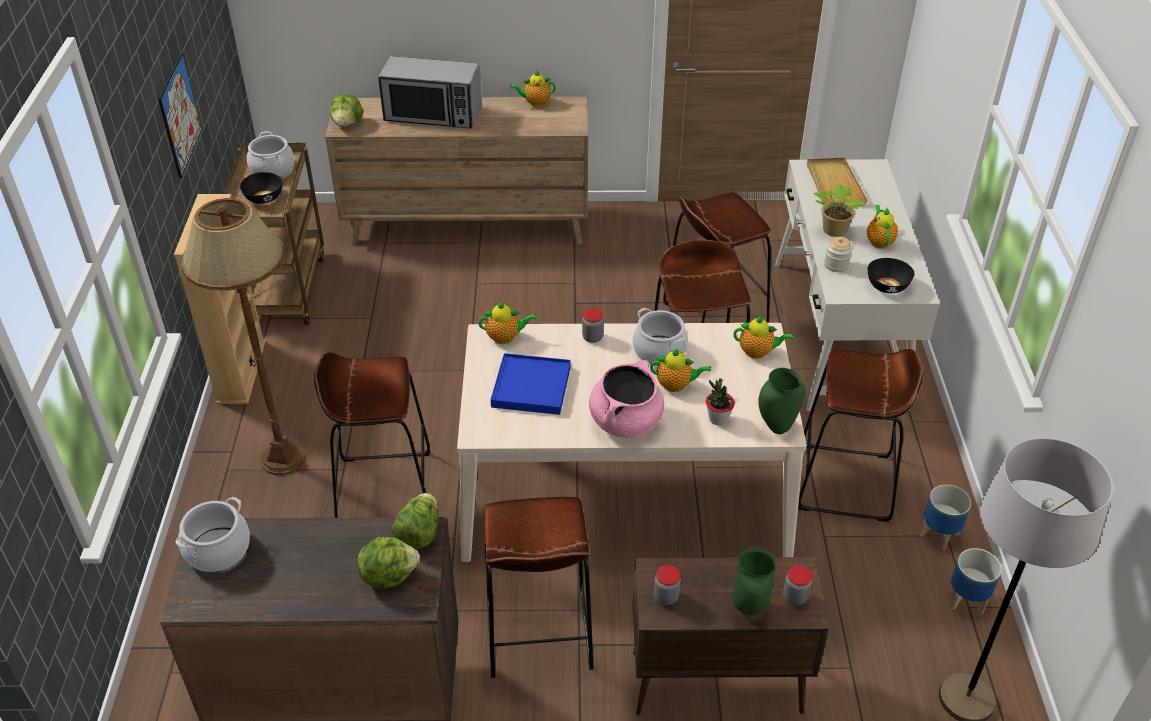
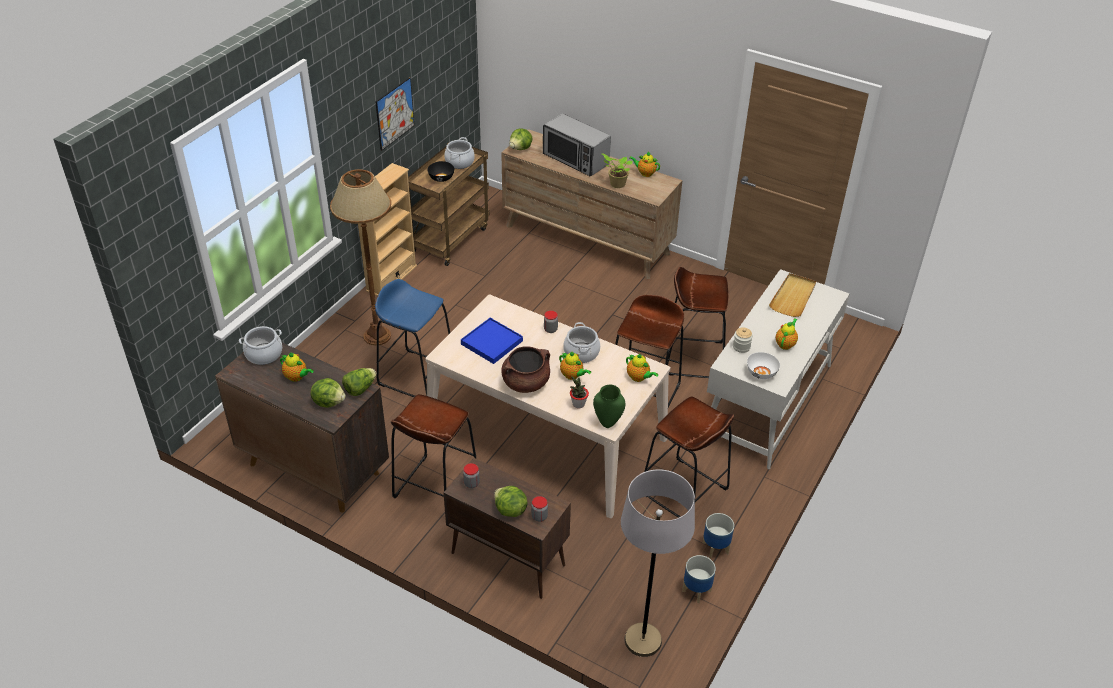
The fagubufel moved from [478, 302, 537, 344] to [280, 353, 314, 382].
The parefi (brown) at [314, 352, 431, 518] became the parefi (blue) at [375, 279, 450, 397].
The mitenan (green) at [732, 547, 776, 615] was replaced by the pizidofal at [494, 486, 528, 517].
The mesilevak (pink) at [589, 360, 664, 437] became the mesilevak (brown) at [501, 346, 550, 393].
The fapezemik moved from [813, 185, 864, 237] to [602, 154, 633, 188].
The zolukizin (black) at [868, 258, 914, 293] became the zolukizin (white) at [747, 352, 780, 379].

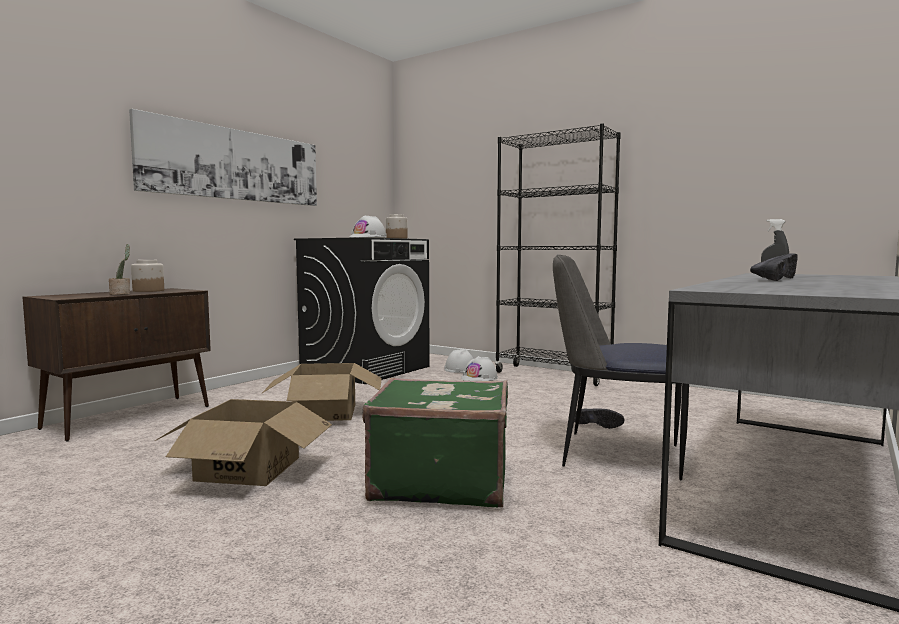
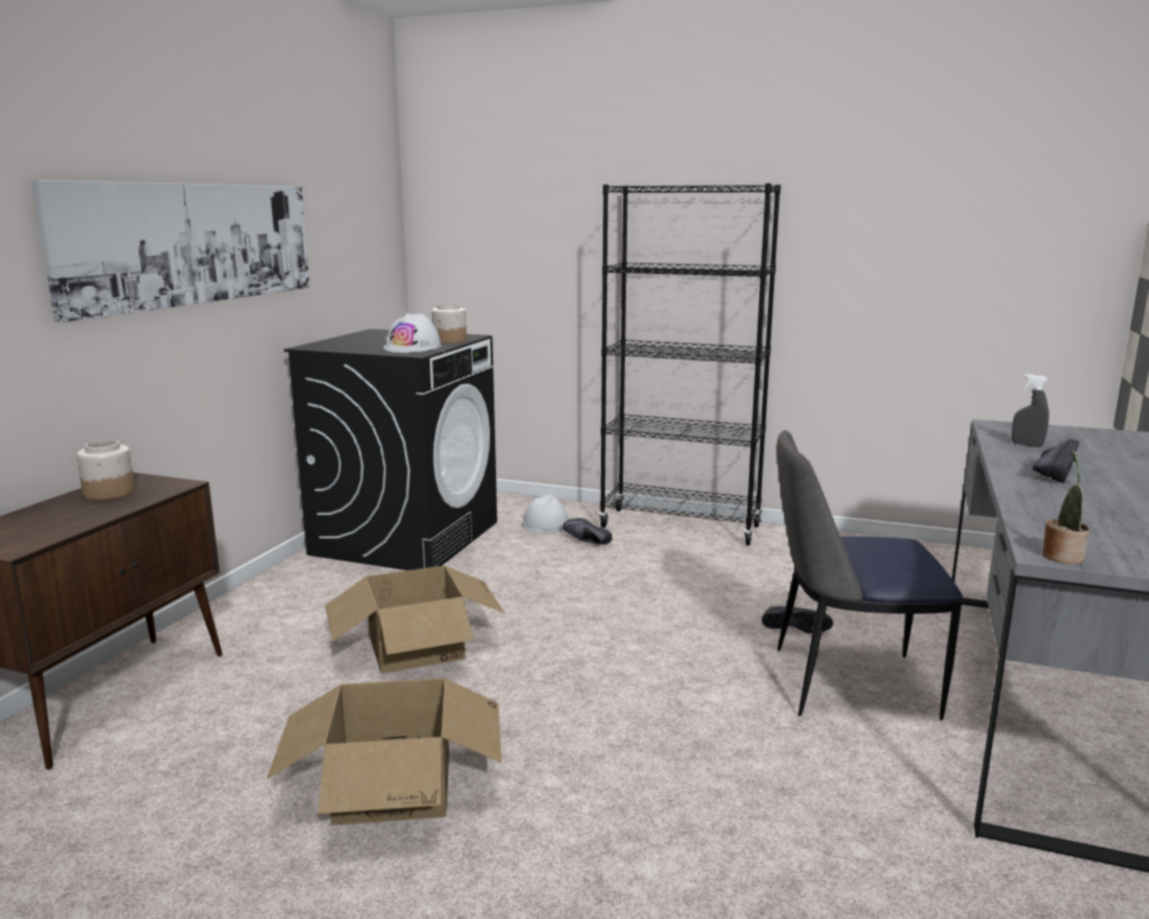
The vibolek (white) at [461, 356, 498, 381] was replaced by the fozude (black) at [563, 518, 612, 545].
The fapezemik moved from [109, 244, 130, 295] to [1042, 449, 1090, 564].
The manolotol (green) at [362, 378, 508, 507] disappeared.

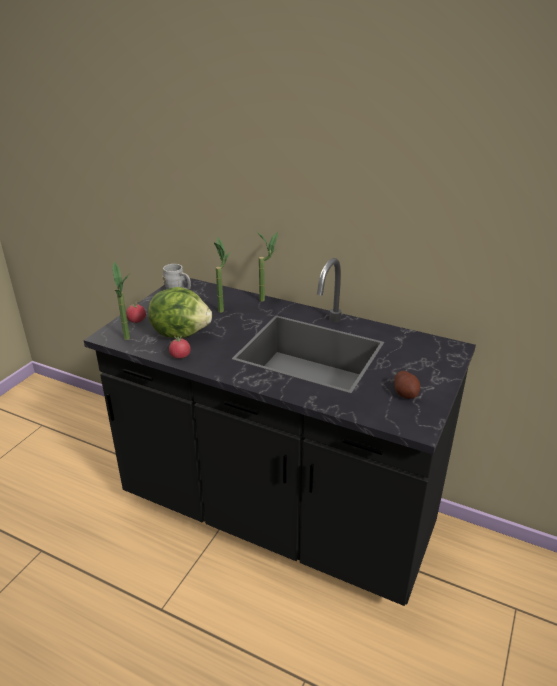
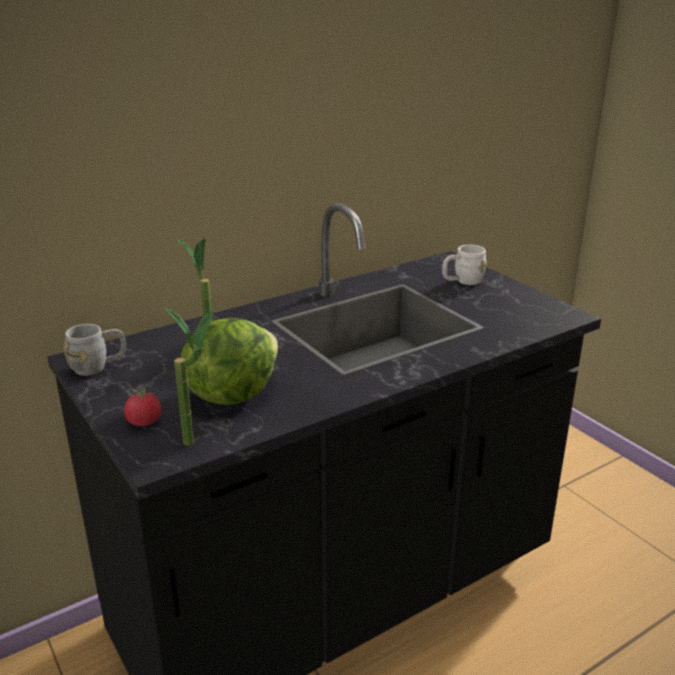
The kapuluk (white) at [442, 245, 487, 285] appeared.
The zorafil at [169, 336, 191, 359] disappeared.
The fapezemik at [256, 231, 278, 302] disappeared.
The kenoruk at [395, 371, 420, 399] disappeared.

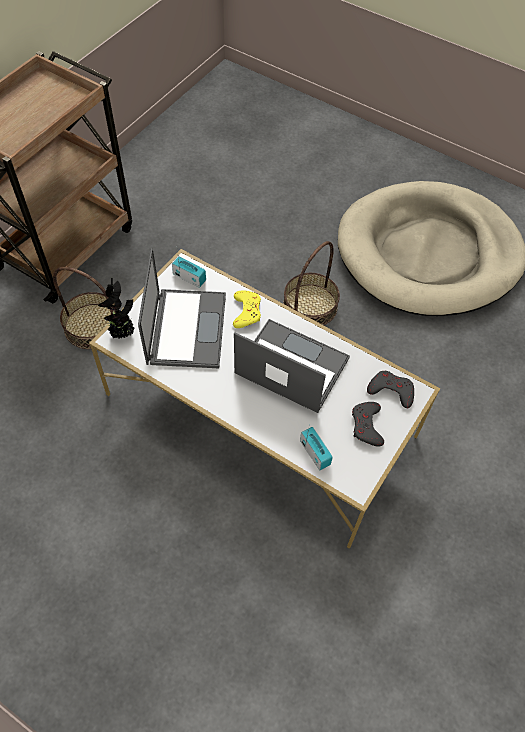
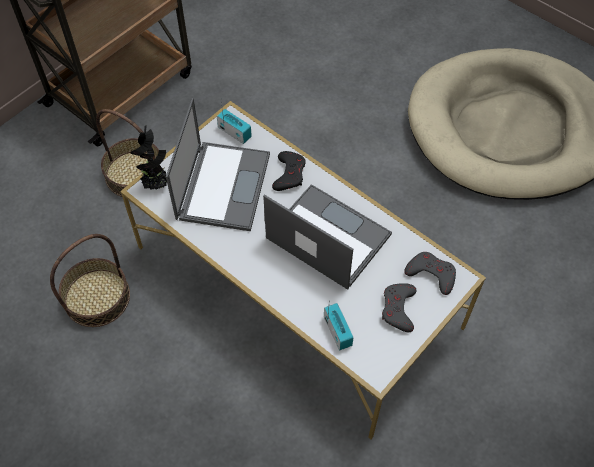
The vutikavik moved from [283, 241, 340, 325] to [50, 234, 130, 327].
The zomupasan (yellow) at [233, 290, 261, 328] became the zomupasan (black) at [272, 151, 306, 191].

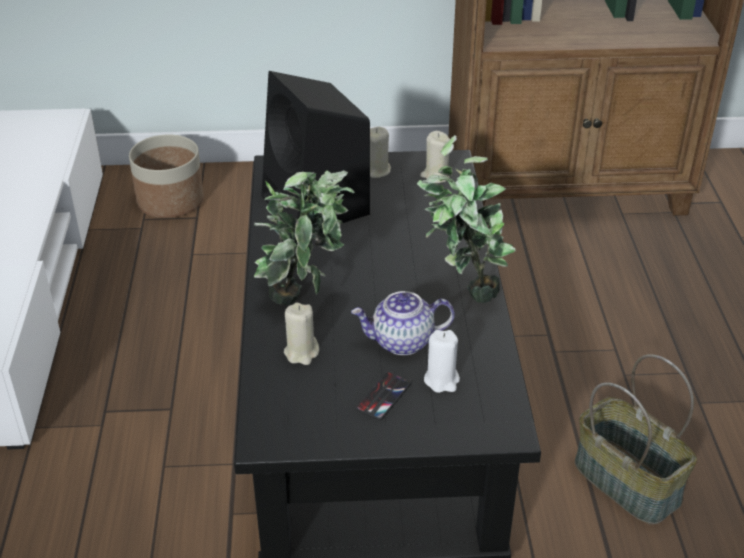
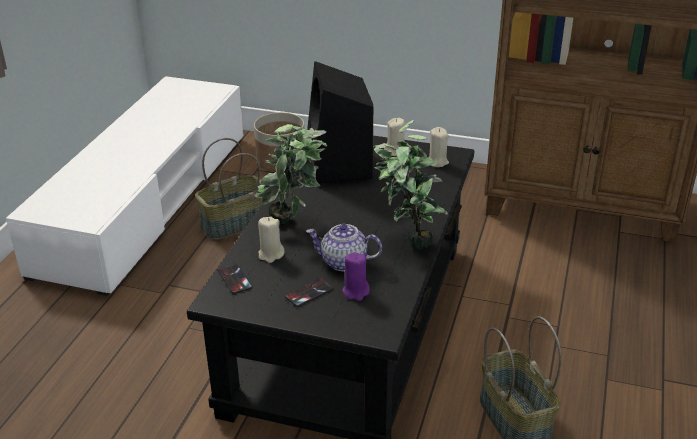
The vutikavik at [195, 138, 262, 240] appeared.
The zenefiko at [217, 263, 253, 294] appeared.
The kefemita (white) at [424, 330, 460, 393] became the kefemita (purple) at [342, 252, 370, 301].

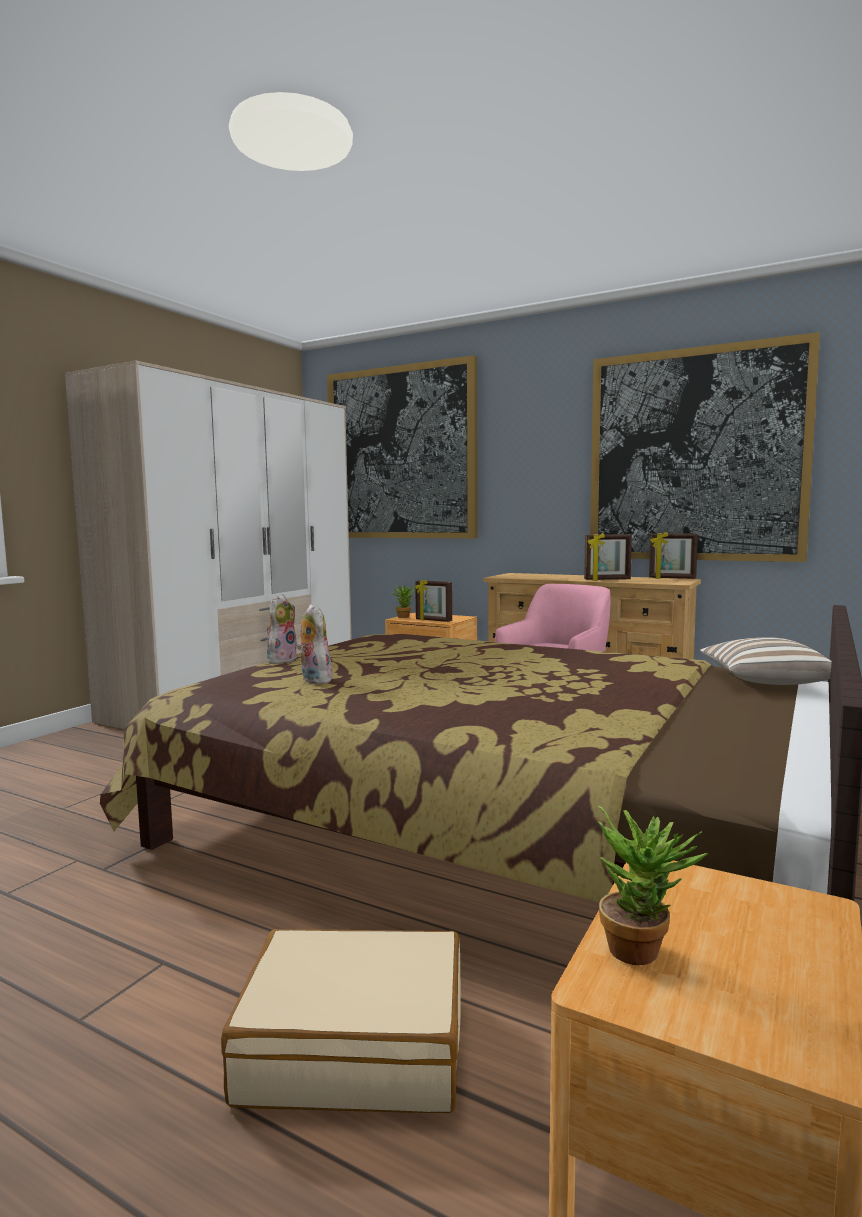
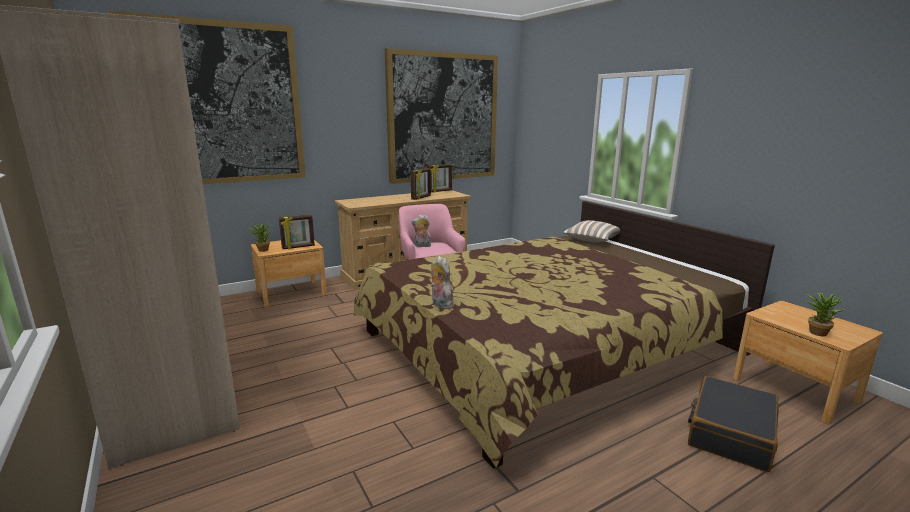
The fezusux moved from [296, 604, 332, 684] to [411, 215, 431, 247].
The manolotol (beige) at [221, 929, 461, 1113] became the manolotol (black) at [688, 376, 779, 472].

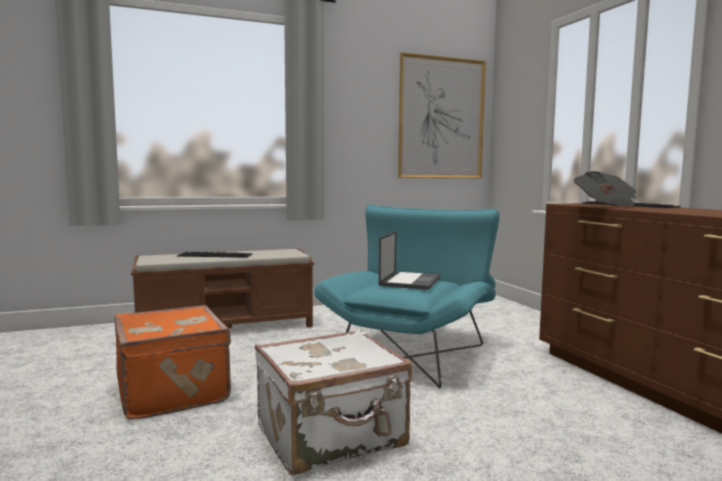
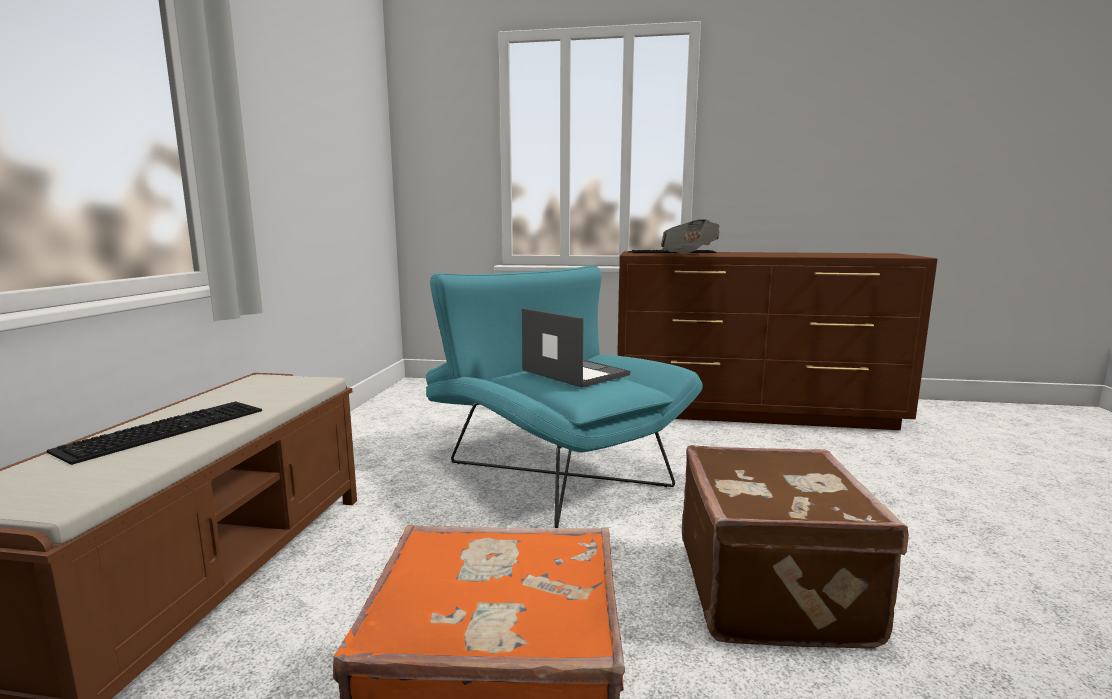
The manolotol (white) at [255, 330, 412, 475] became the manolotol (brown) at [682, 445, 909, 648].
The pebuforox at [398, 52, 486, 178] disappeared.

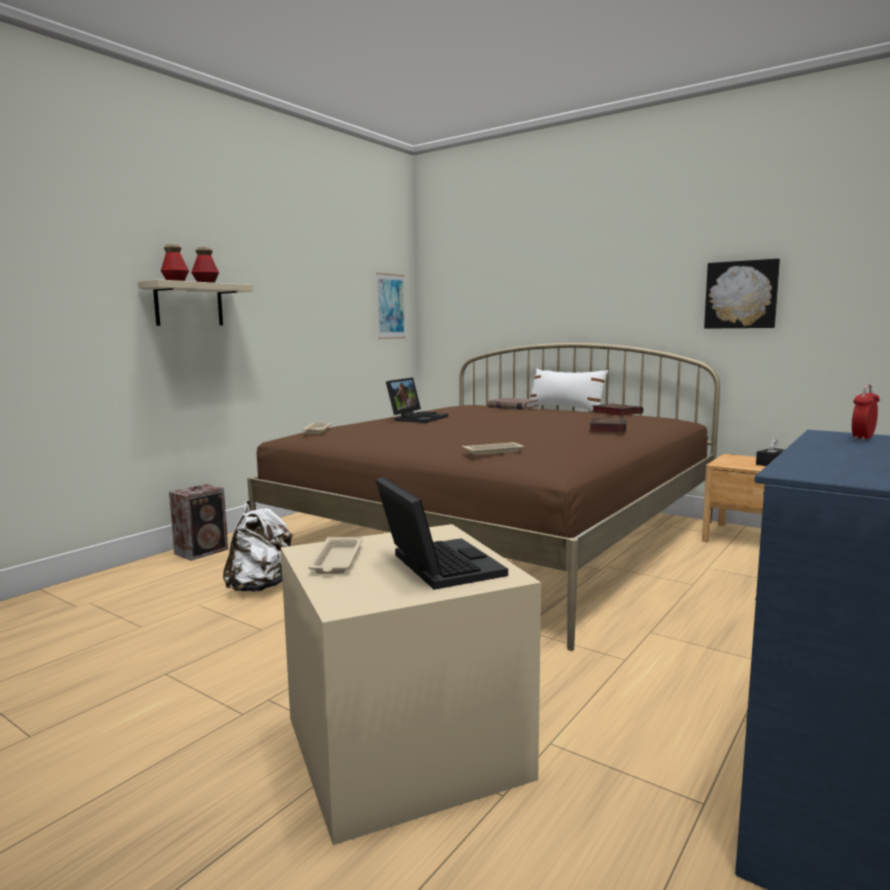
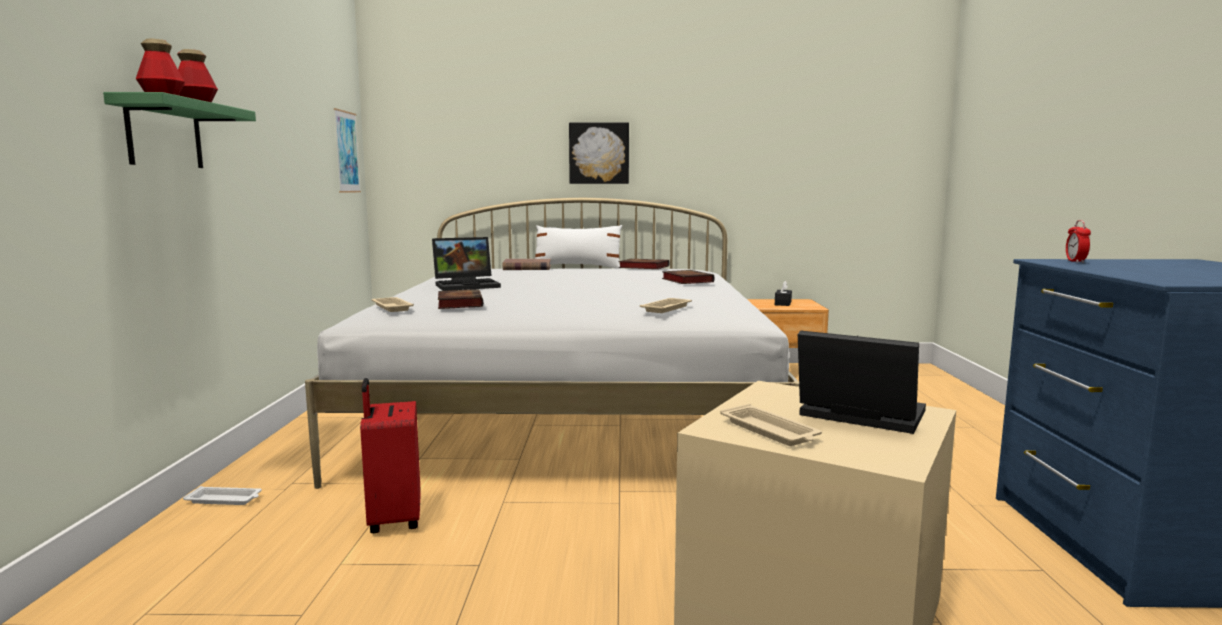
The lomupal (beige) at [137, 279, 253, 326] became the lomupal (green) at [103, 92, 256, 168].
The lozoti at [169, 484, 228, 561] was replaced by the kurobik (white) at [183, 486, 262, 505].
The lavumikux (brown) at [247, 343, 720, 651] became the lavumikux (white) at [305, 198, 799, 489].
The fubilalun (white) at [223, 500, 293, 592] was replaced by the manolotol (red) at [360, 378, 421, 533].
The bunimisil at [386, 377, 448, 423] turned 75 degrees clockwise.
The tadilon at [438, 289, 483, 309] appeared.
The pebuforox moved from [704, 258, 780, 329] to [569, 122, 629, 184].

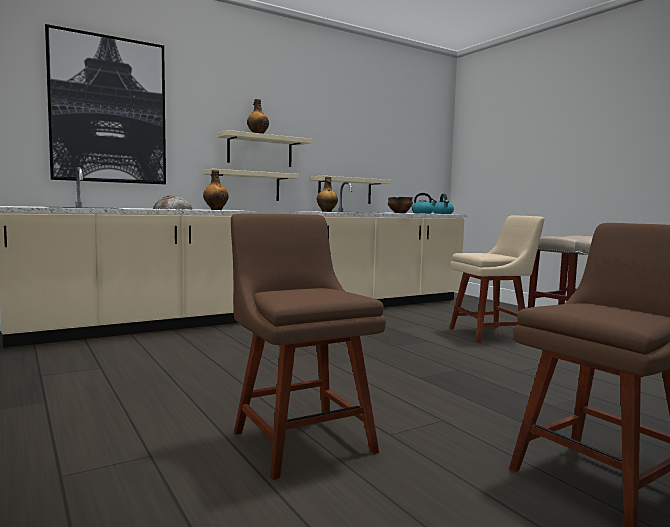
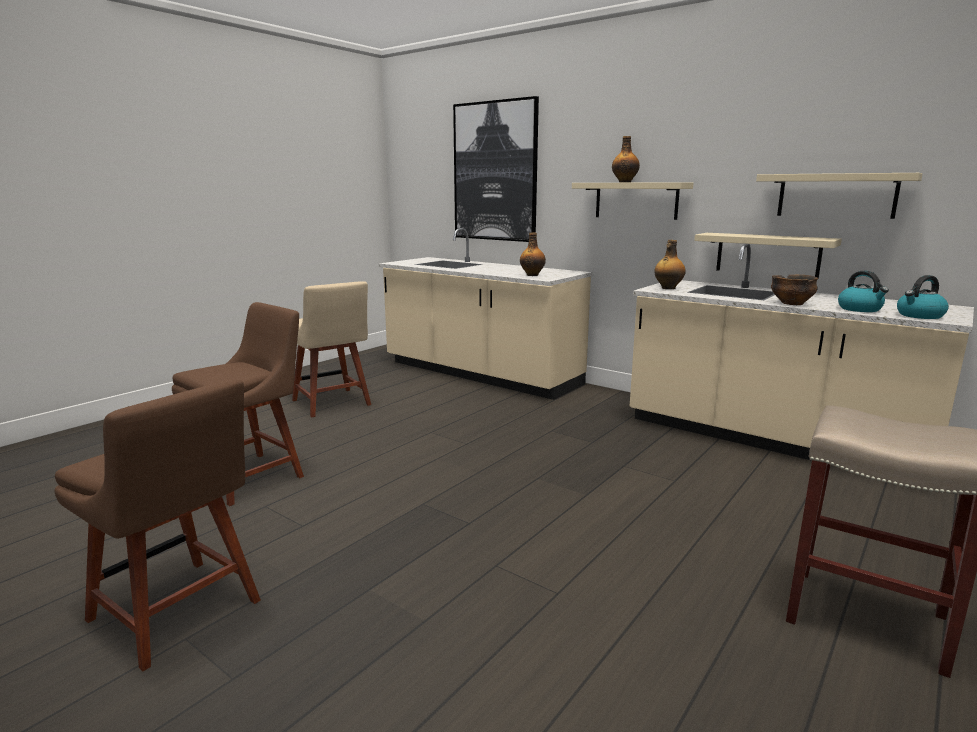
The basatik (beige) moved from [450, 215, 545, 343] to [292, 281, 371, 418].
The lomupal (beige) moved from [203, 169, 299, 201] to [756, 173, 923, 219].
The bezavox at [153, 196, 193, 210] disappeared.

